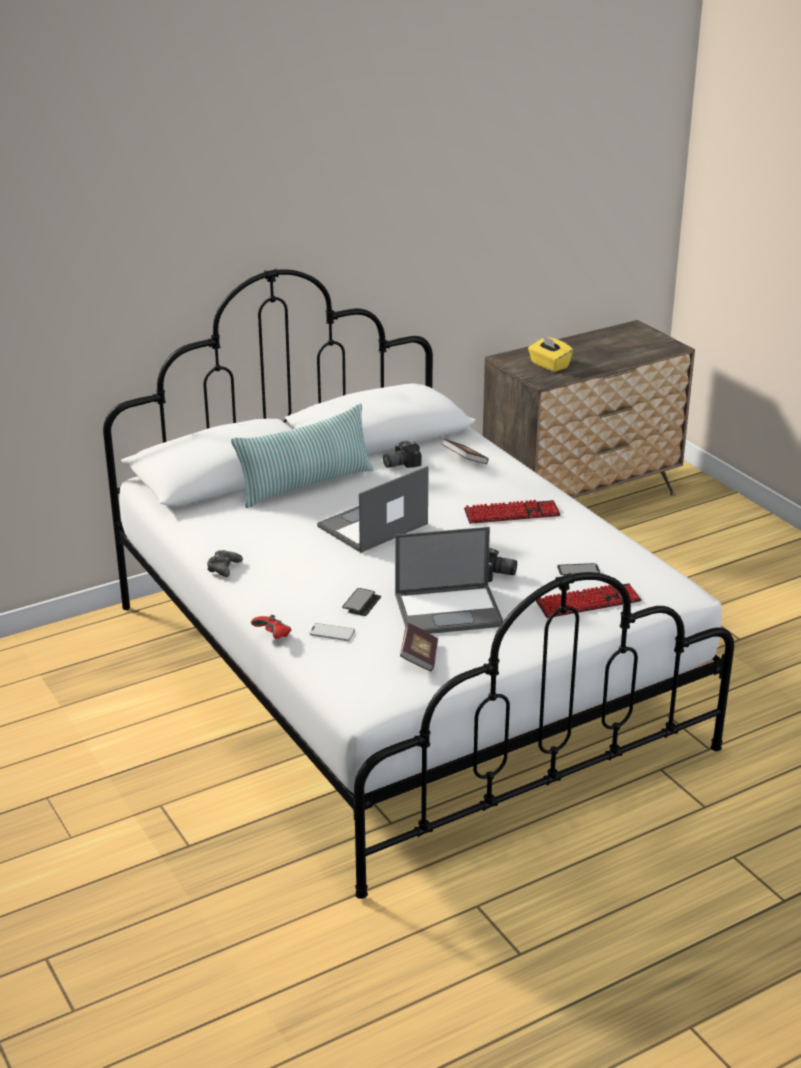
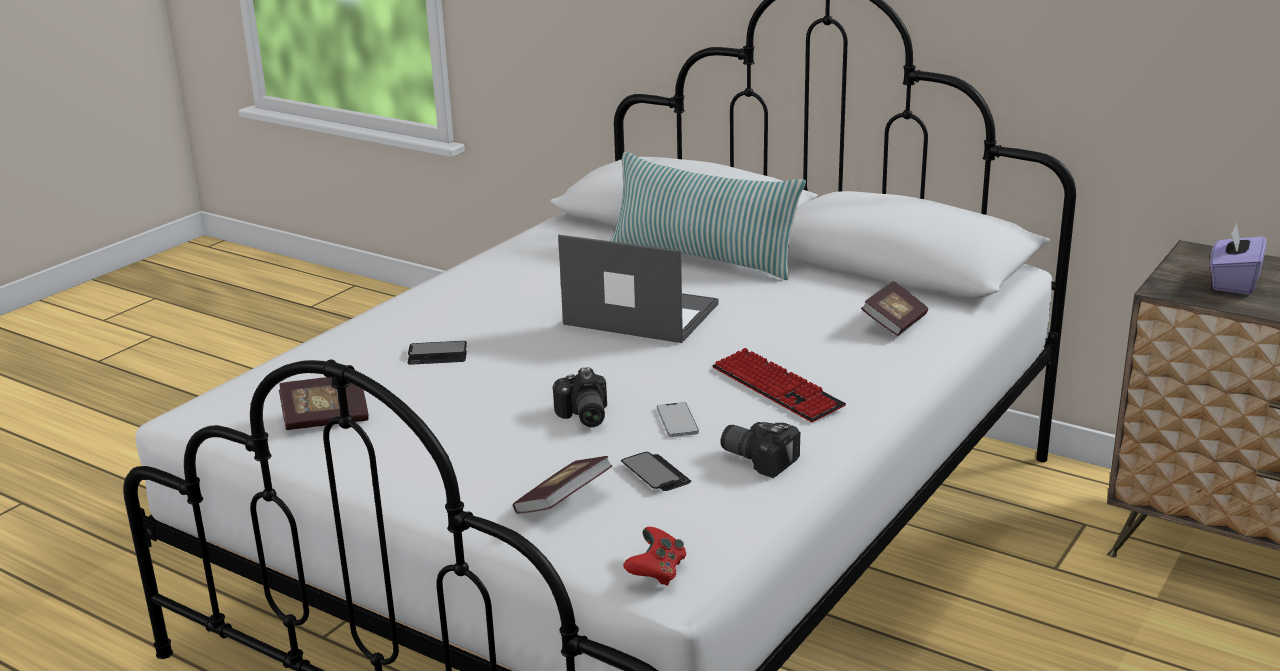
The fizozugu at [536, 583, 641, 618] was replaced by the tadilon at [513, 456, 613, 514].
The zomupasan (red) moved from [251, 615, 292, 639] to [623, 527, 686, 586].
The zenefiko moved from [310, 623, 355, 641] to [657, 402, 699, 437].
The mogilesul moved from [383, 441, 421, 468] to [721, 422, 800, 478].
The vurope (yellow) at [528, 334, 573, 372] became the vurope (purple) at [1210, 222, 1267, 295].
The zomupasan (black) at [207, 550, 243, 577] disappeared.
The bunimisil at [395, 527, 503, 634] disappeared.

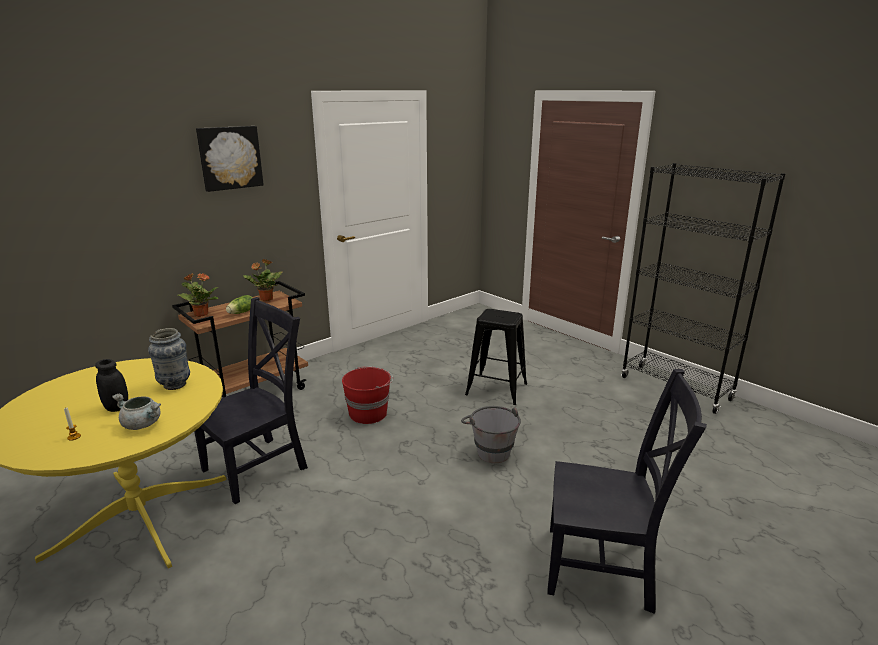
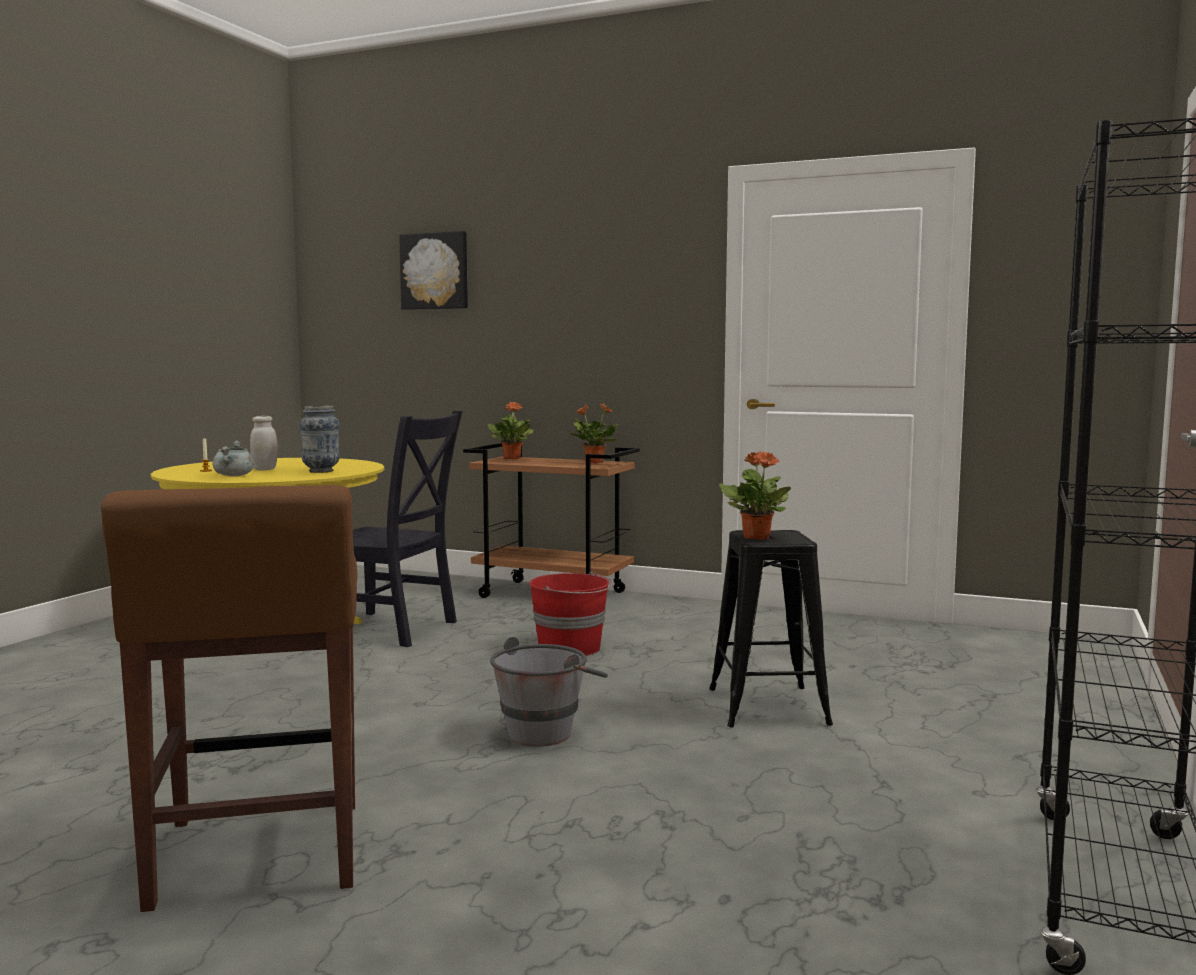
The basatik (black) at [547, 369, 707, 614] was replaced by the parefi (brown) at [101, 485, 357, 912].
The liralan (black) at [95, 359, 128, 412] became the liralan (white) at [250, 416, 278, 470].
The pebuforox moved from [196, 126, 264, 192] to [399, 231, 468, 310].
The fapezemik at [719, 451, 791, 540] appeared.
The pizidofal at [226, 295, 253, 314] disappeared.

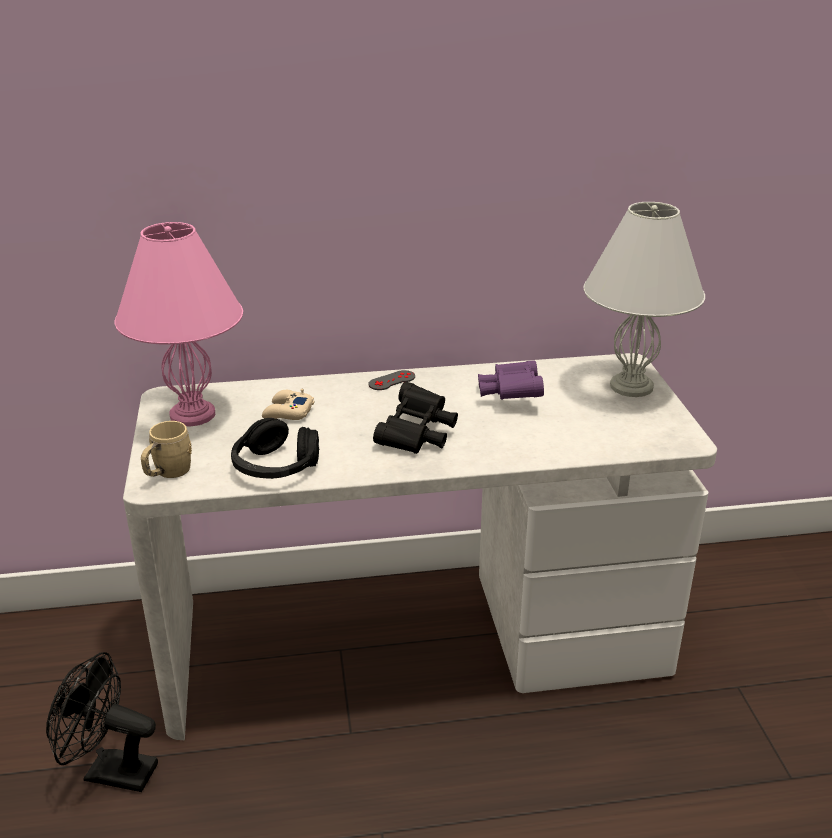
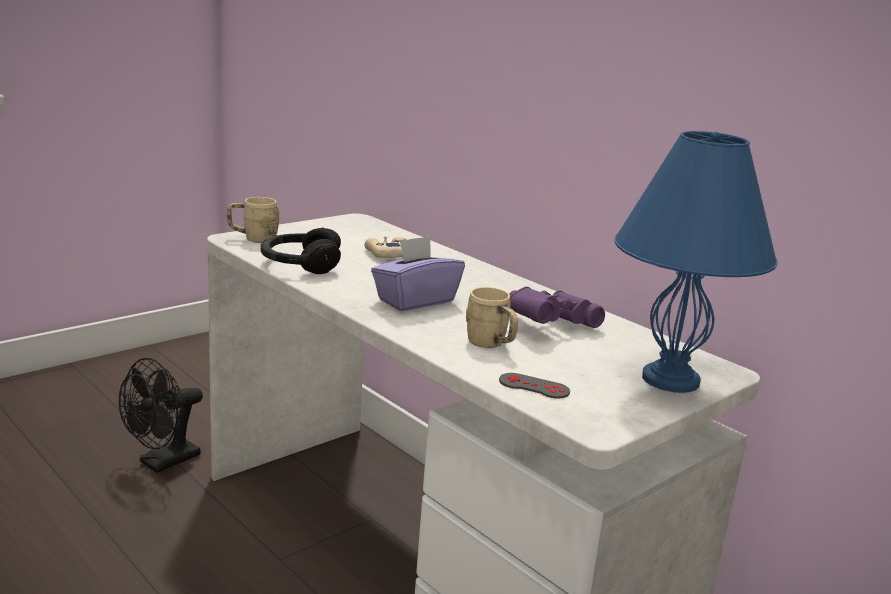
The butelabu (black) at [46, 652, 158, 792] turned 120 degrees counterclockwise.
The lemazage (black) at [373, 382, 458, 454] was replaced by the vurope (purple) at [371, 236, 465, 311].
The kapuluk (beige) at [466, 287, 518, 348] appeared.
The zomupasan (grey) moved from [368, 370, 415, 390] to [499, 373, 570, 399].
The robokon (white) at [584, 202, 705, 397] became the robokon (blue) at [614, 131, 778, 393].
The robokon (pink) at [115, 222, 243, 427] disappeared.

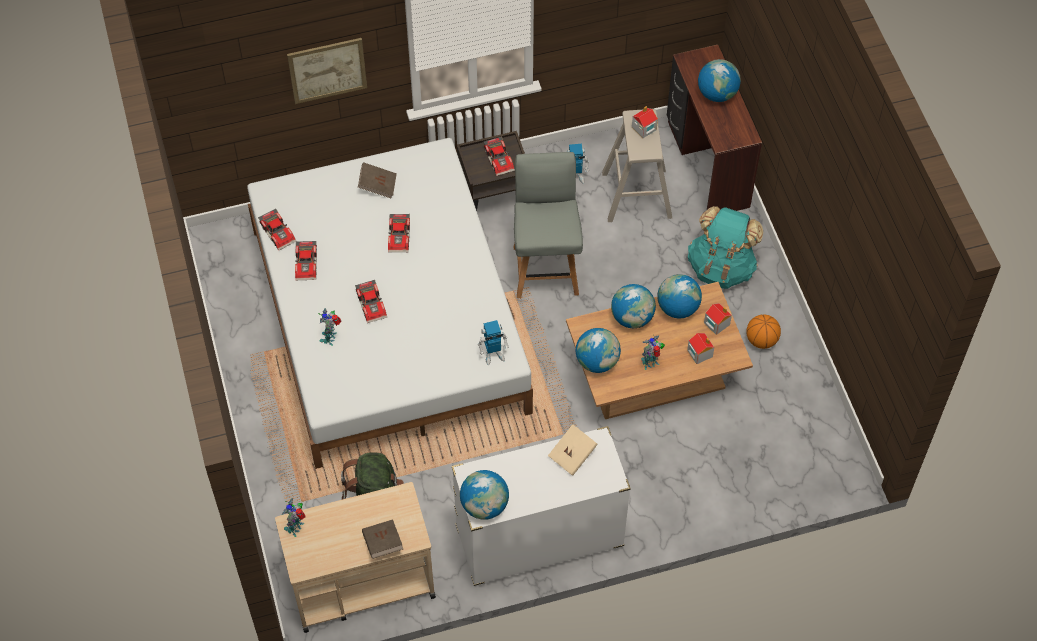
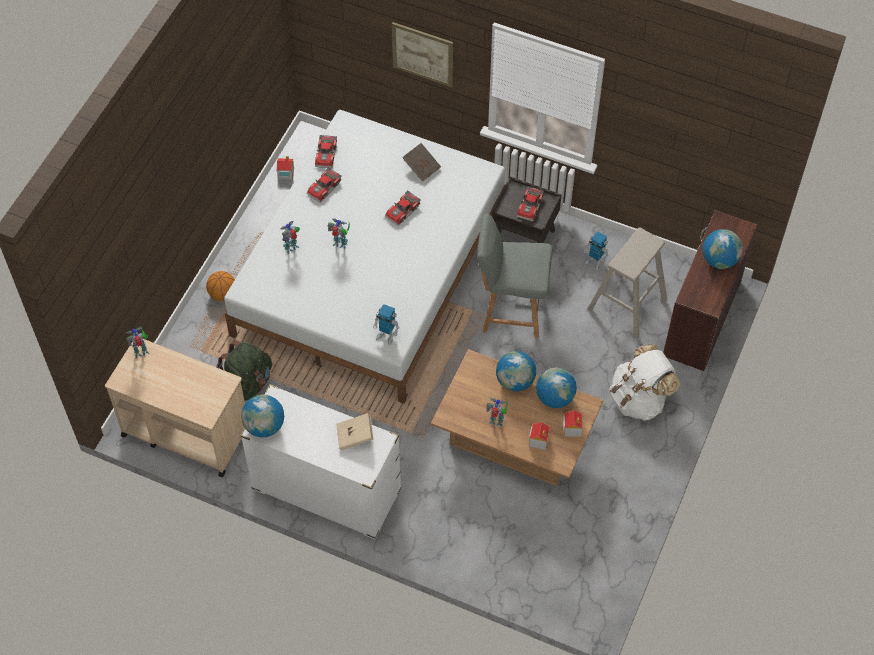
The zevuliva moved from [746, 314, 781, 349] to [206, 271, 235, 301].
The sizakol moved from [632, 106, 658, 138] to [276, 156, 294, 180].
The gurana at [355, 279, 387, 323] was replaced by the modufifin at [328, 218, 350, 249].
The basatik (grey) at [514, 152, 583, 298] turned 120 degrees counterclockwise.
The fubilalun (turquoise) at [688, 206, 764, 289] became the fubilalun (white) at [609, 344, 680, 421].
The tadilon (brown) at [362, 519, 403, 559] disappeared.
The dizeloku at [576, 328, 621, 373] disappeared.

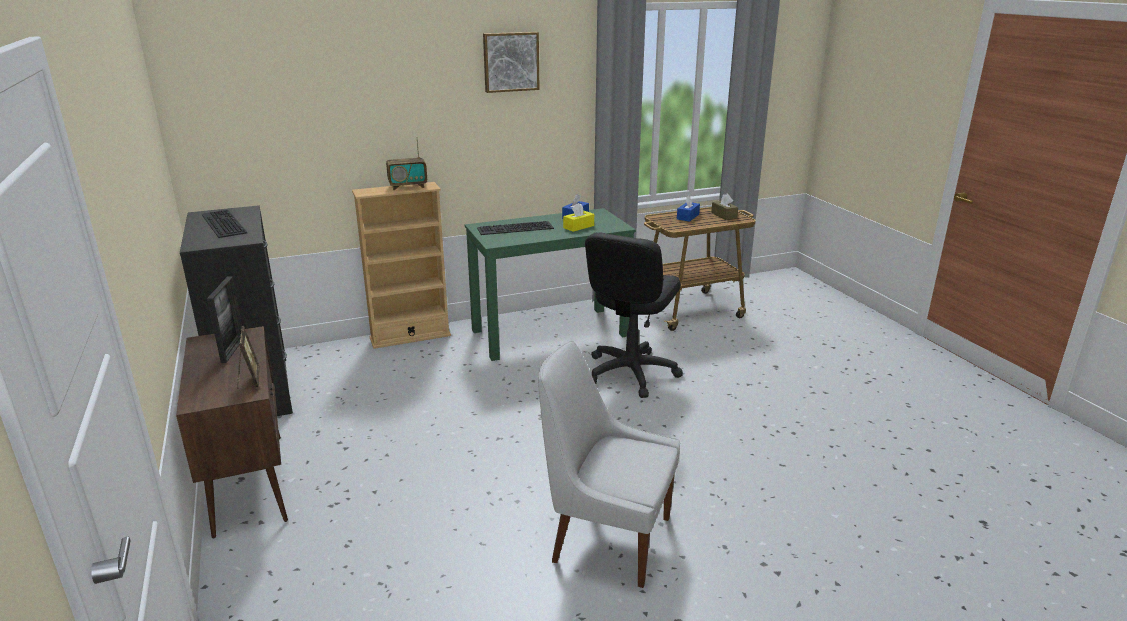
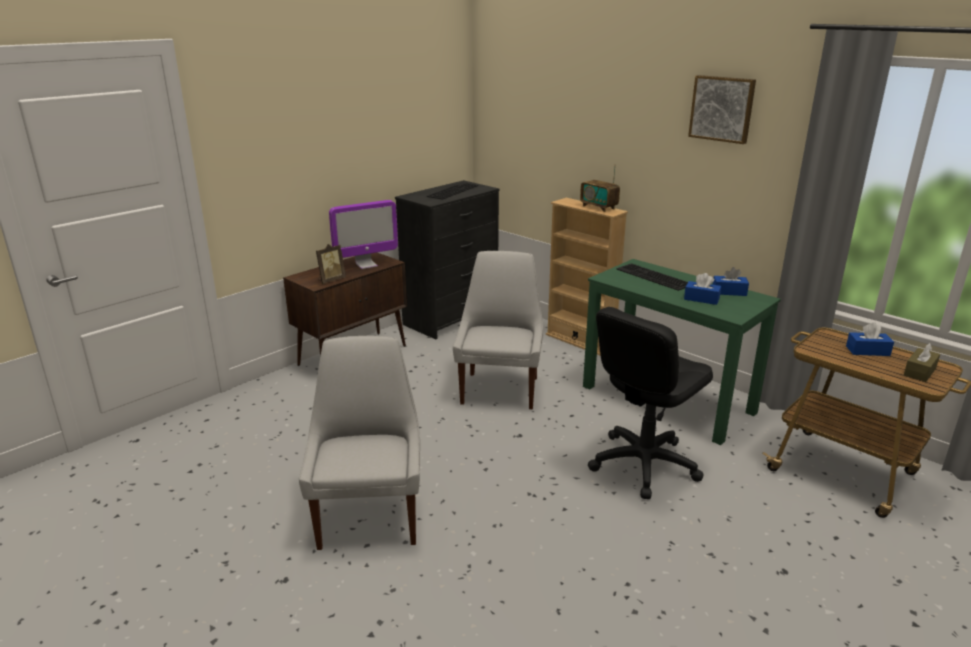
The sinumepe at [207, 276, 242, 363] was replaced by the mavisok at [329, 200, 398, 269].
The basatik (white) at [453, 251, 543, 409] appeared.
The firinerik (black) at [585, 232, 683, 398] turned 45 degrees counterclockwise.
The vurope (yellow) at [563, 203, 594, 232] became the vurope (blue) at [684, 273, 721, 305].

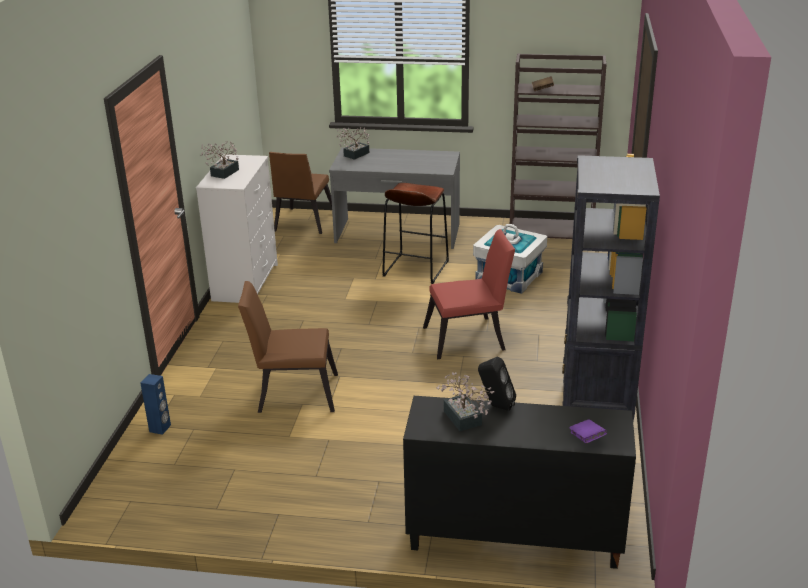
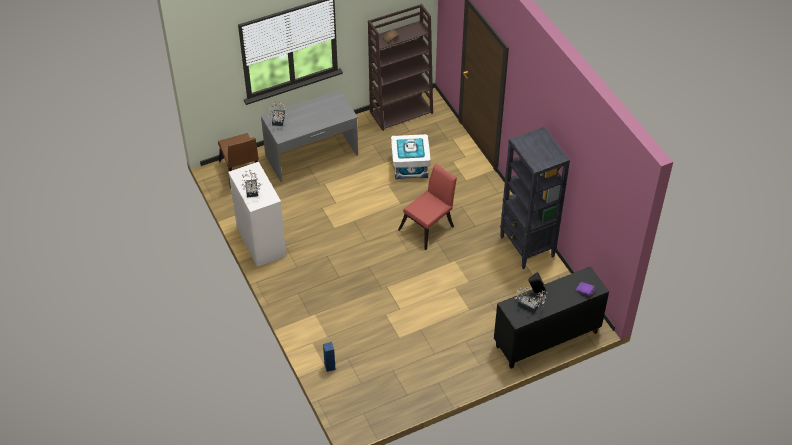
The basatik (brown) at [238, 281, 338, 413] disappeared.
The parefi (brown) at [382, 183, 449, 284] disappeared.

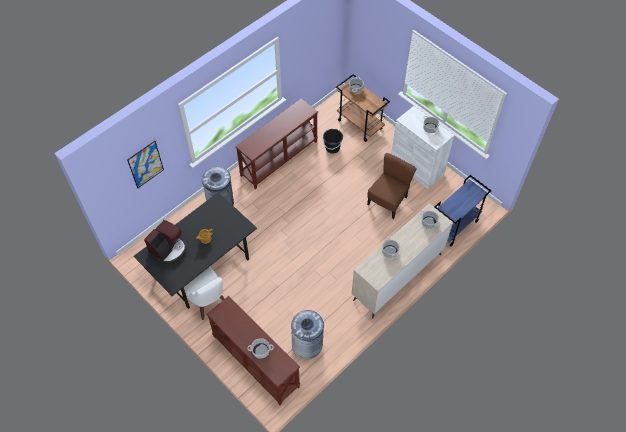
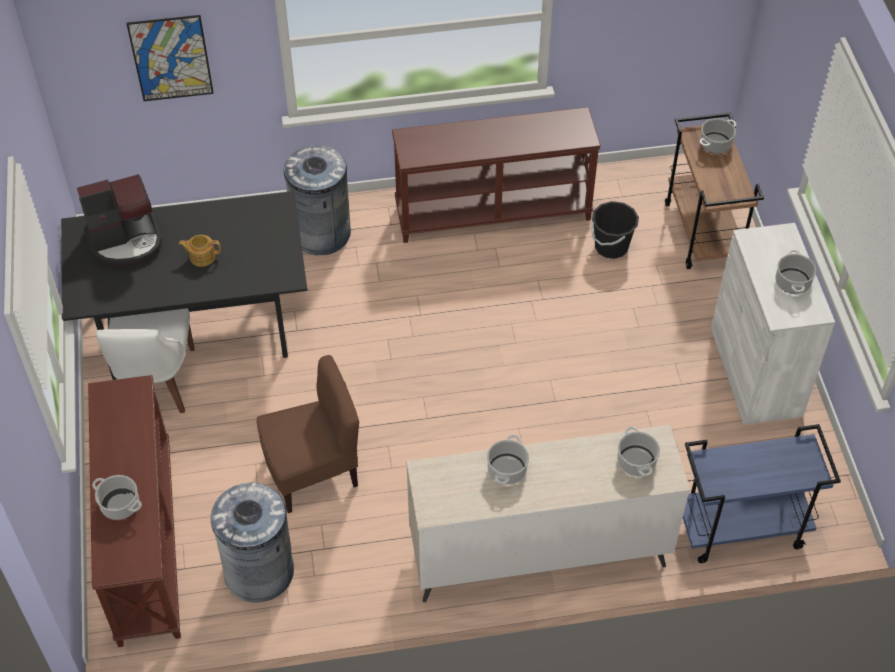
The basatik (brown) moved from [367, 153, 417, 219] to [256, 355, 359, 513].

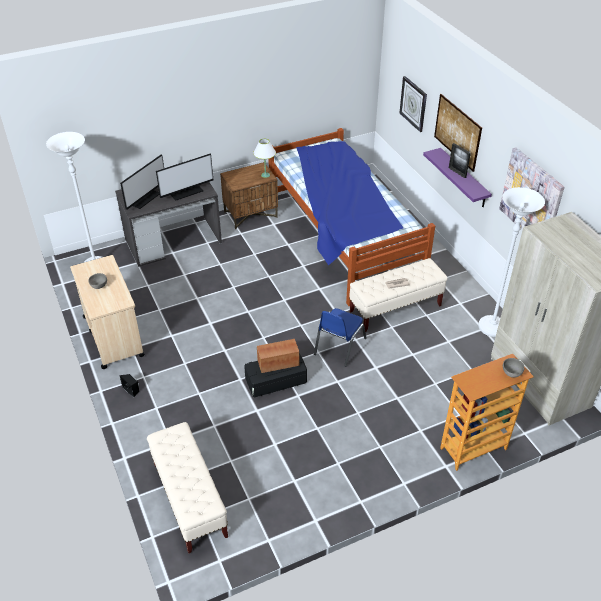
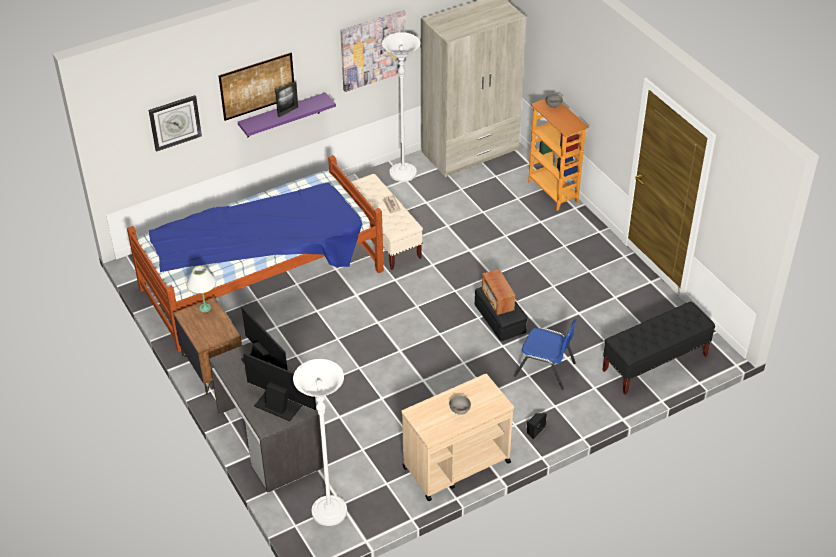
The basatik (blue) moved from [314, 308, 366, 367] to [514, 319, 577, 390].
The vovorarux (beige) at [147, 422, 228, 553] became the vovorarux (black) at [602, 301, 715, 395].

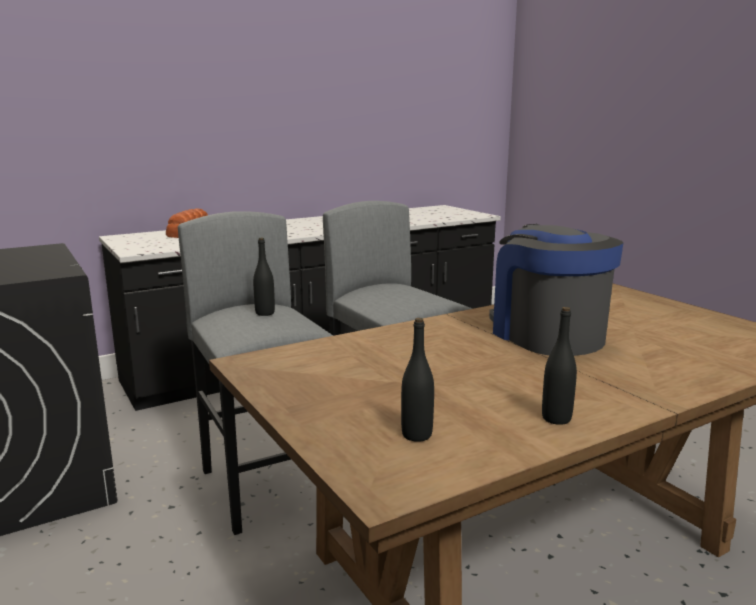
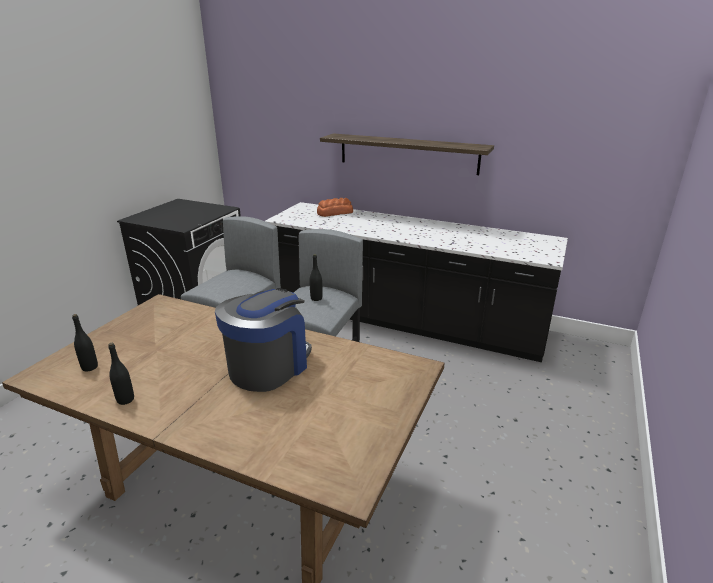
The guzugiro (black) moved from [253, 238, 275, 316] to [309, 254, 323, 301].
The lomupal at [320, 133, 494, 175] appeared.

